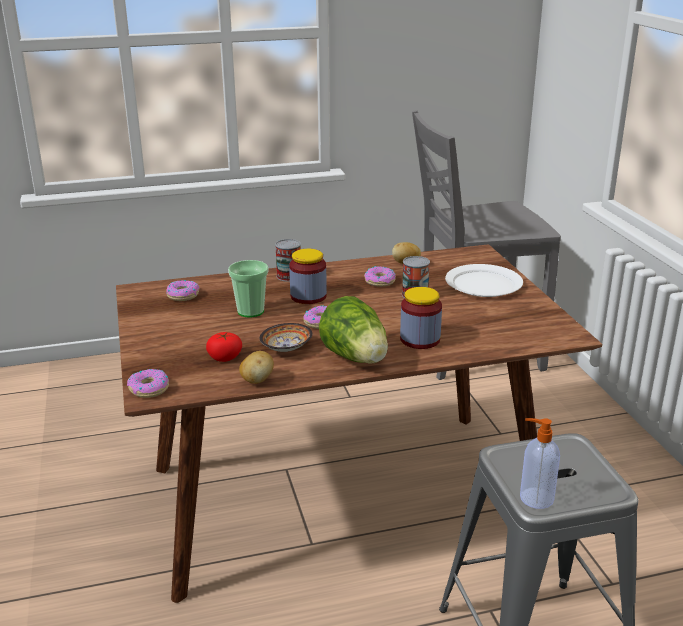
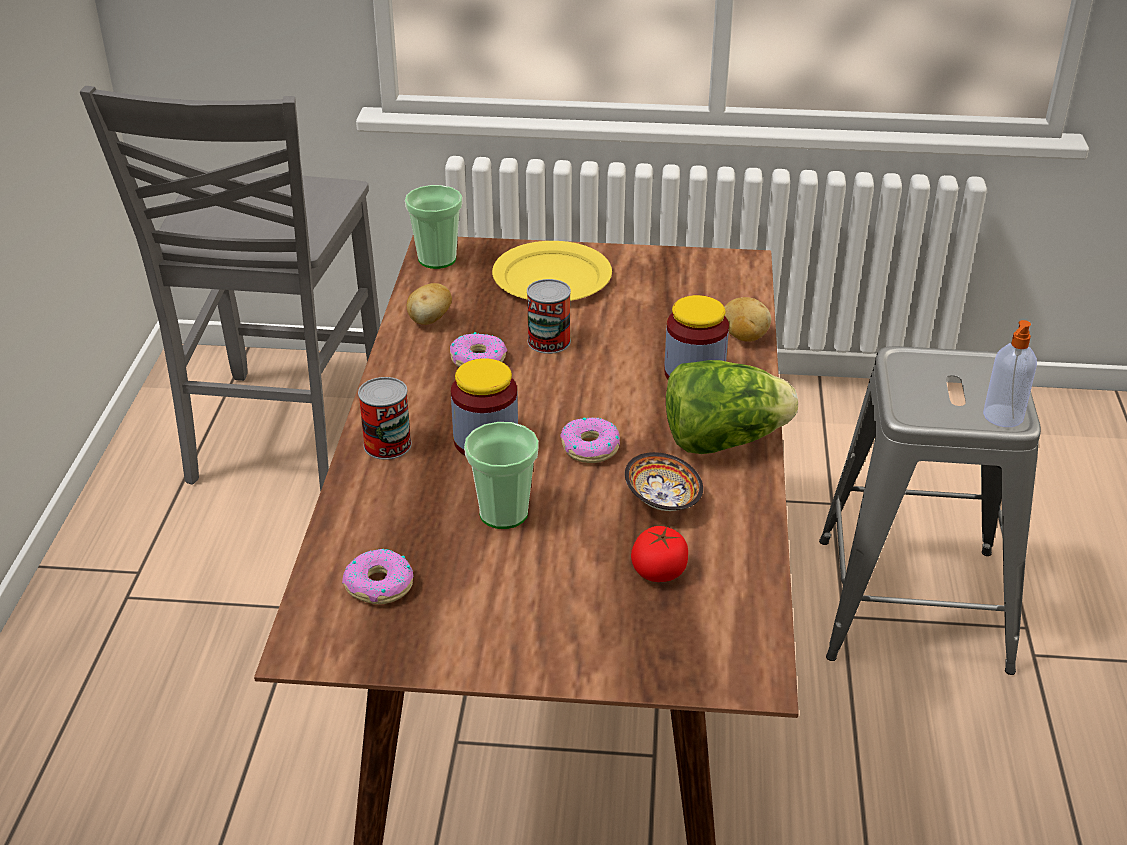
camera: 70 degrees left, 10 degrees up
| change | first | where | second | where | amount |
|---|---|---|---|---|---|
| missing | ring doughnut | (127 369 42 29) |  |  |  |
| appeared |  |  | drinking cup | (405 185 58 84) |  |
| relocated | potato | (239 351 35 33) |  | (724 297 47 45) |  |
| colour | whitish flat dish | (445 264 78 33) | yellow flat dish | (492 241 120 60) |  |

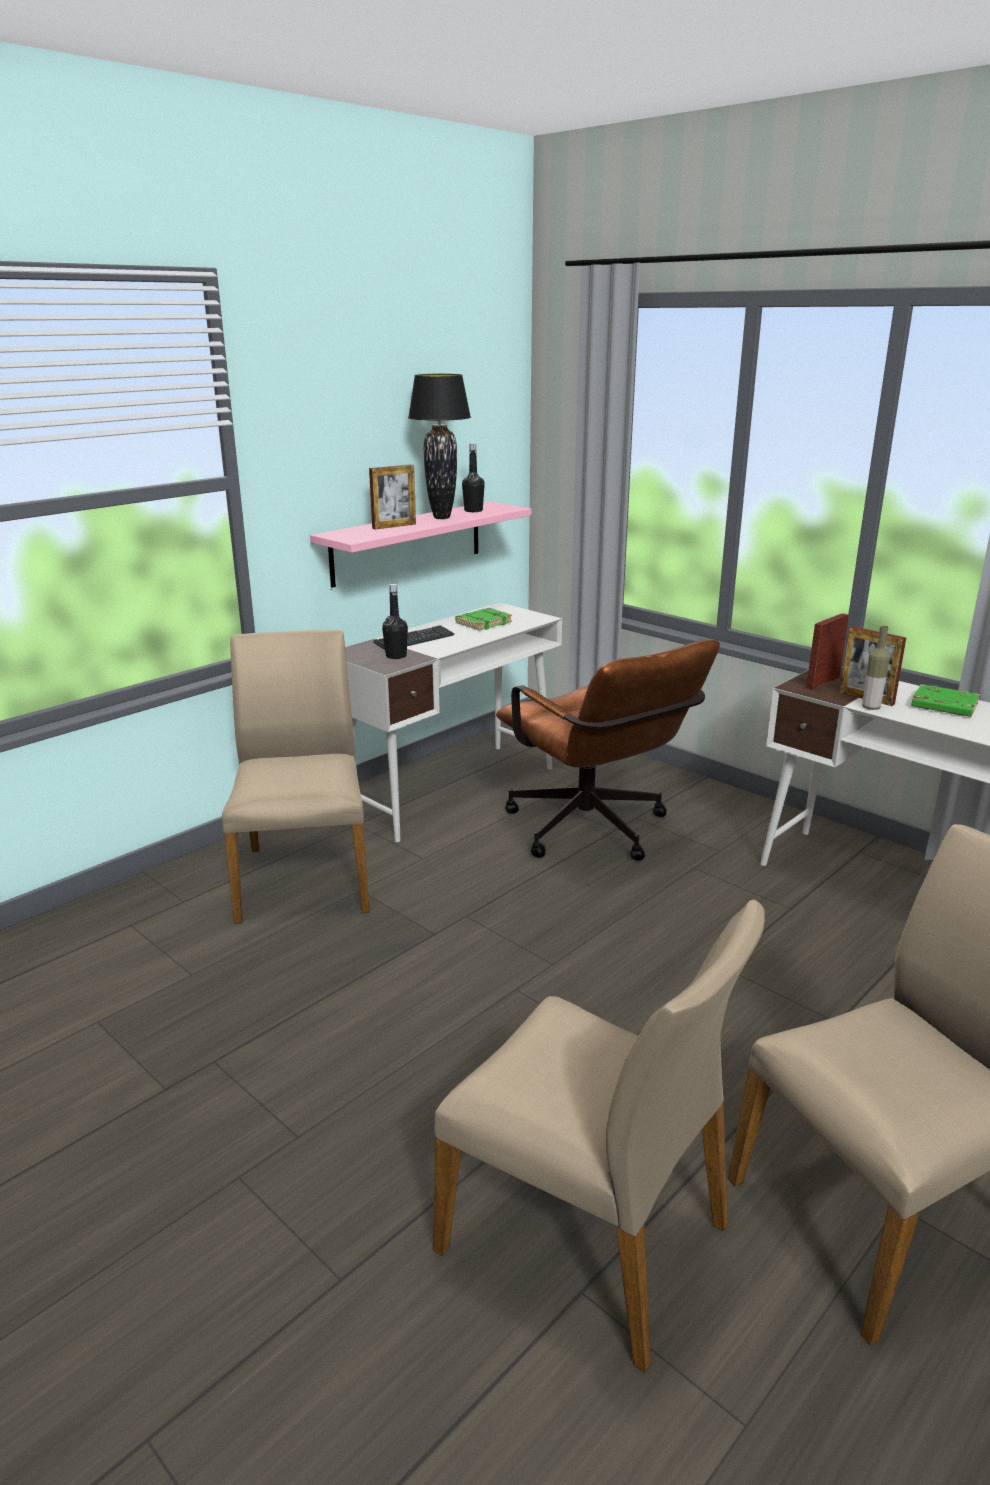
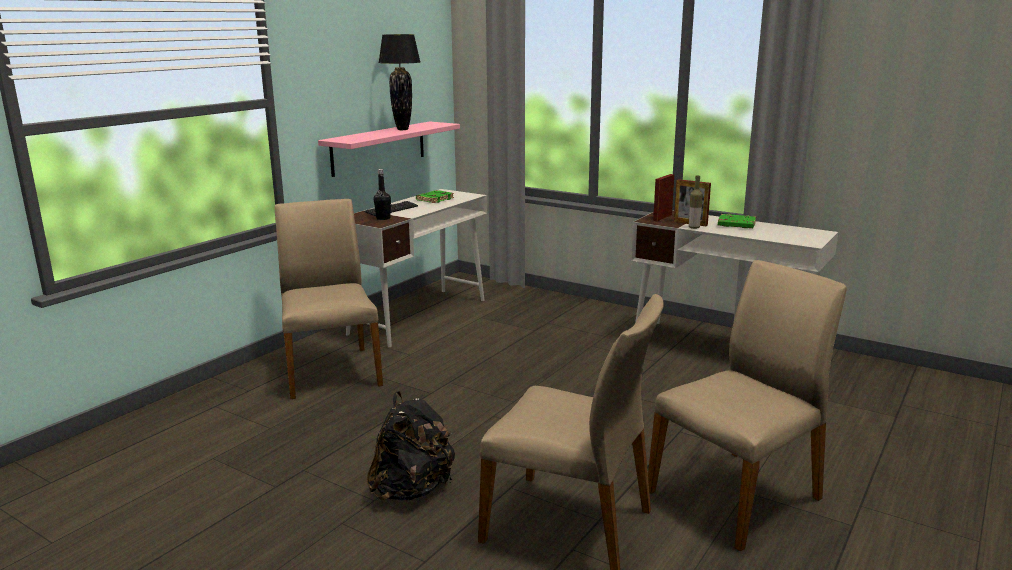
camera: 10 degrees left, 5 degrees down
| change | first | where | second | where | amount |
|---|---|---|---|---|---|
| missing | picture frame | (369 464 47 65) |  |  |  |
| missing | blackish drink bottle | (462 443 23 69) |  |  |  |
| missing | brown-coloured computer chair | (496 640 224 221) |  |  |  |
| appeared |  |  | blackish rucksack | (367 391 88 110) |  |

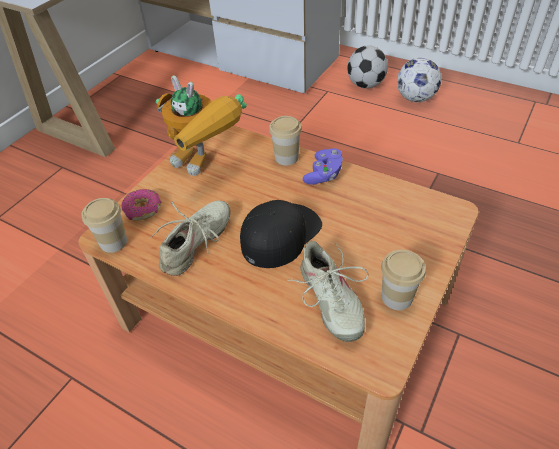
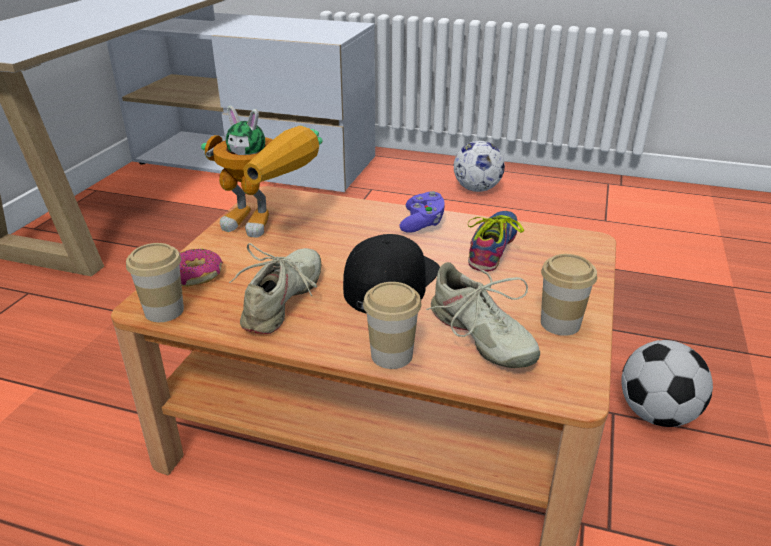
camera: 15 degrees left, 15 degrees down
| change | first | where | second | where | amount |
|---|---|---|---|---|---|
| appeared |  |  | low shoe | (468 211 56 61) |  |
| relocated | drinking cup | (269 116 33 49) |  | (363 282 58 87) |  |
| relocated | football | (347 45 41 43) |  | (621 340 92 87) |  |

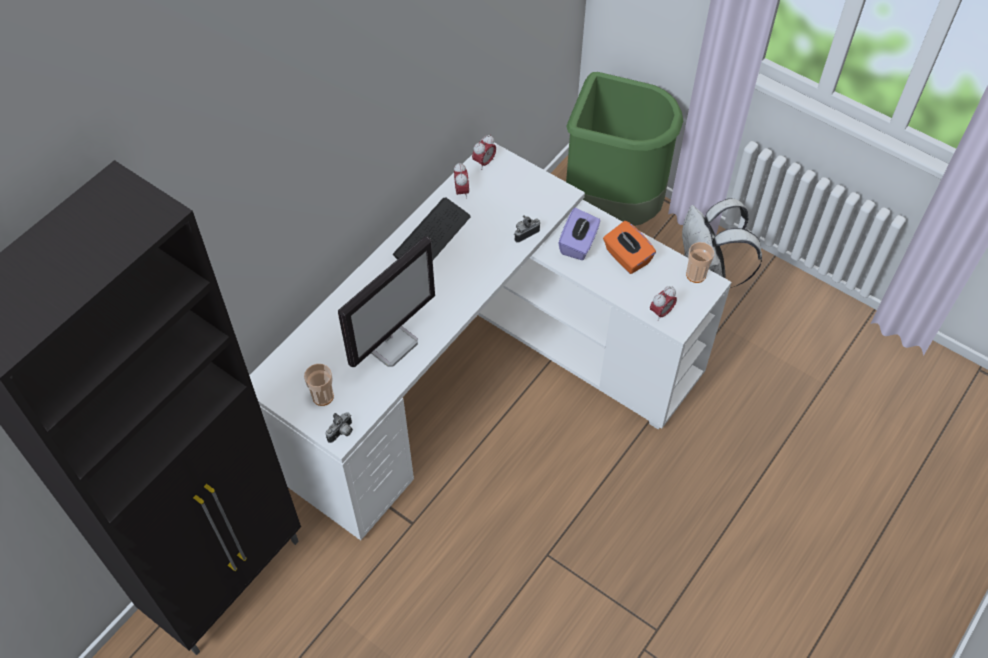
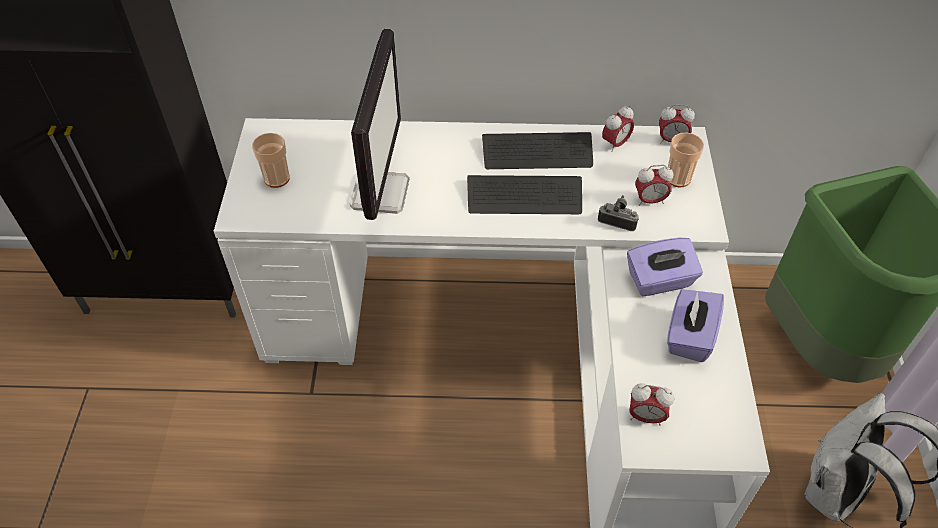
camera: 55 degrees right, 5 degrees down
| change | first | where | second | where | amount |
|---|---|---|---|---|---|
| missing | photo camera | (326 412 27 31) |  |  |  |
| appeared |  |  | keyboard | (467 175 115 39) |  |
| appeared |  |  | alarm clock | (635 165 38 41) |  |
| relocated | drinking cup | (686 242 28 41) |  | (668 132 36 55) |  |
| colour | orangey box of tissues | (603 221 53 53) | purple box of tissues | (667 289 57 73) |  |
| spun | monitor | (338 237 97 130) |  | (350 29 59 191) | 90 degrees counterclockwise |

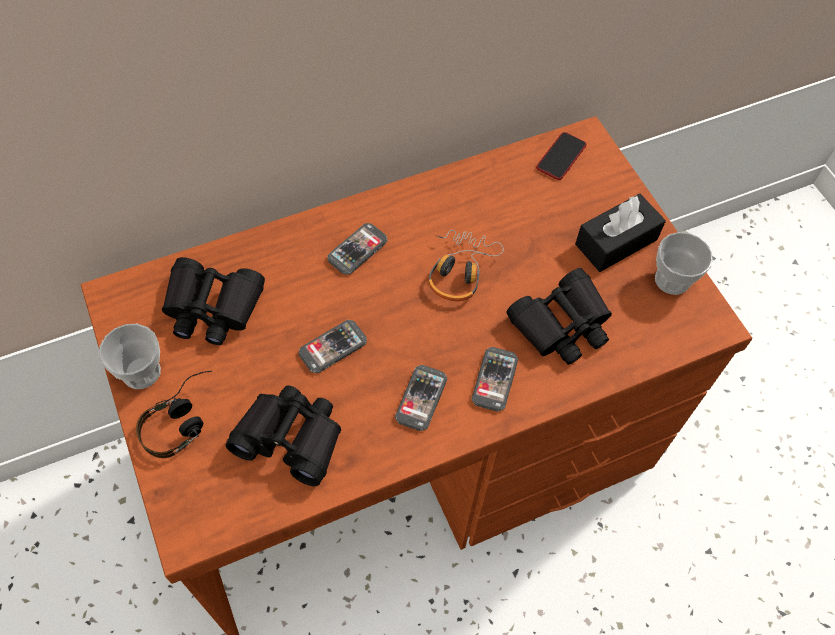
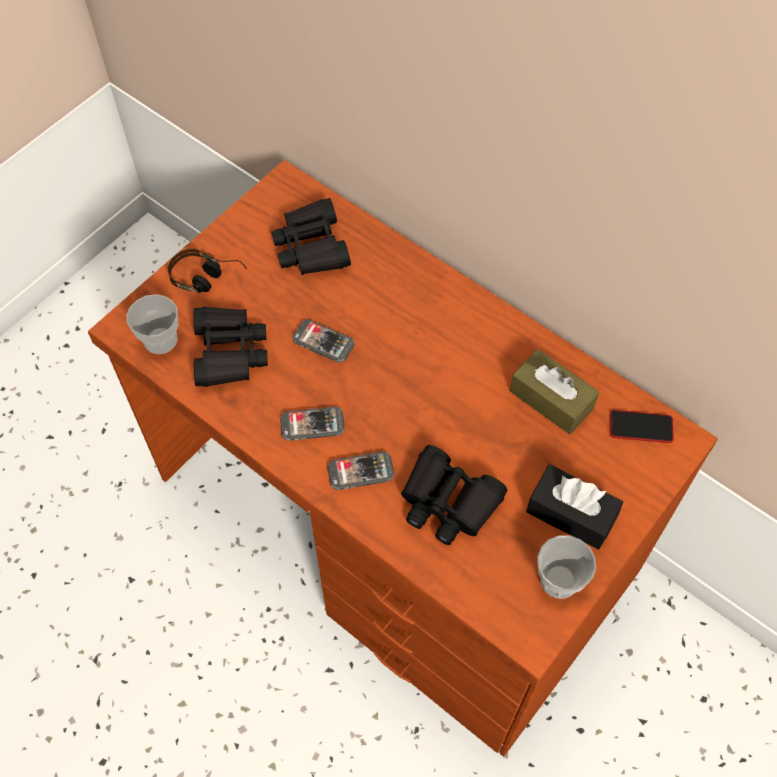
camera: 65 degrees right, 0 degrees up
| change | first | where | second | where | amount |
|---|---|---|---|---|---|
| missing | telephone | (327 223 60 52) |  |  |  |
| missing | headphones | (428 230 76 71) |  |  |  |
| appeared |  |  | brown-coloured box of tissues | (510 349 89 86) |  |
| relocated | drinking cup | (99 324 62 65) |  | (127 294 51 60) |  |

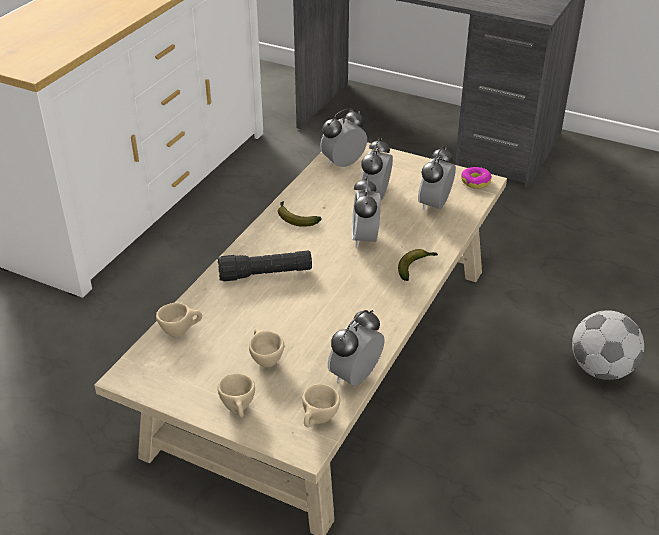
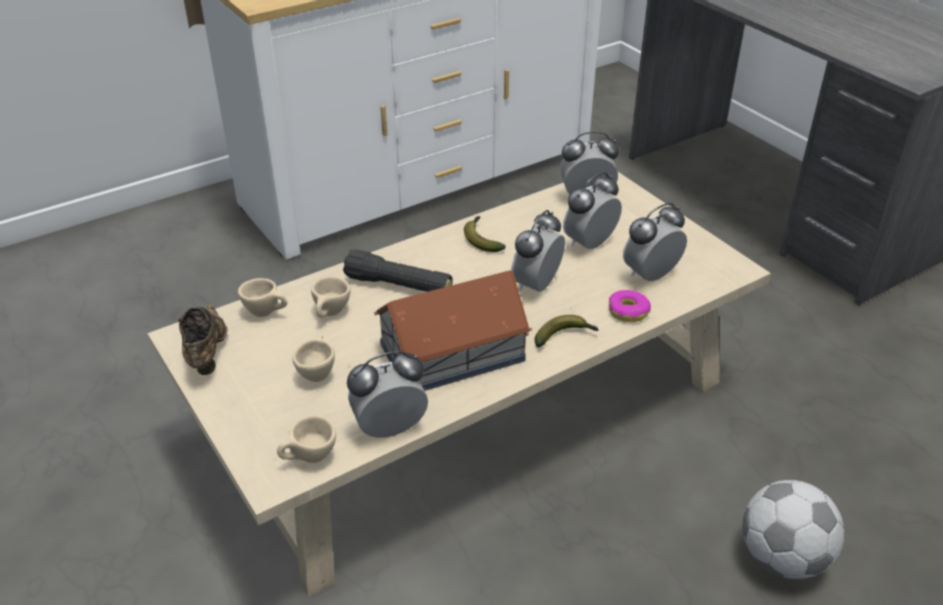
camera: 30 degrees right, 0 degrees up
| change | first | where | second | where | amount |
|---|---|---|---|---|---|
| appeared |  |  | brown-coloured low shoe | (178 303 49 72) |  |
| appeared |  |  | miniature house | (374 270 158 121) |  |
| relocated | sand-coloured drinking cup | (218 373 37 44) |  | (311 276 39 42) |  |
| relocated | ring doughnut | (461 167 31 22) |  | (609 290 42 32) |  |

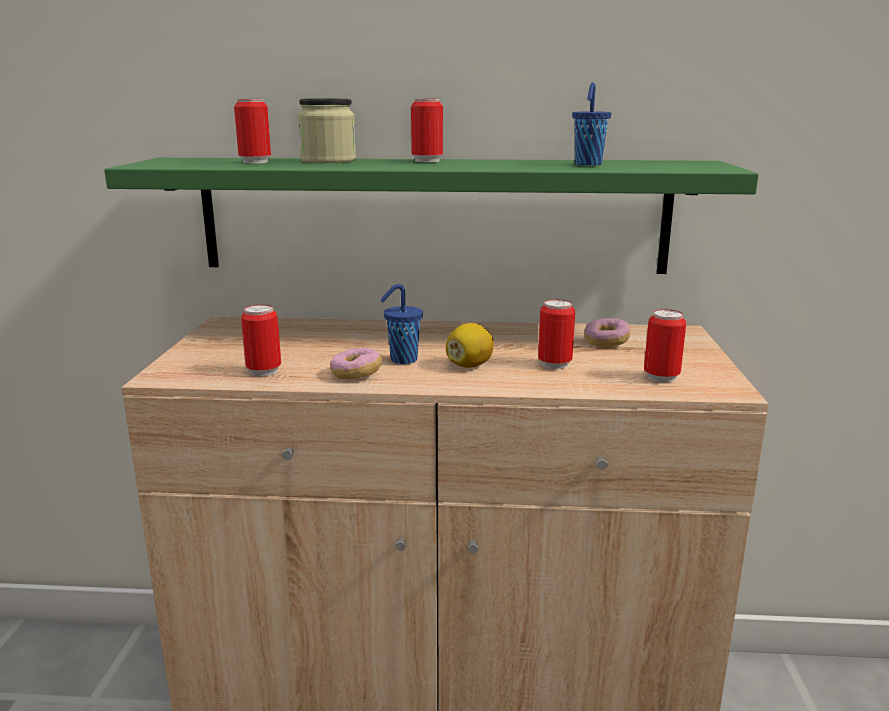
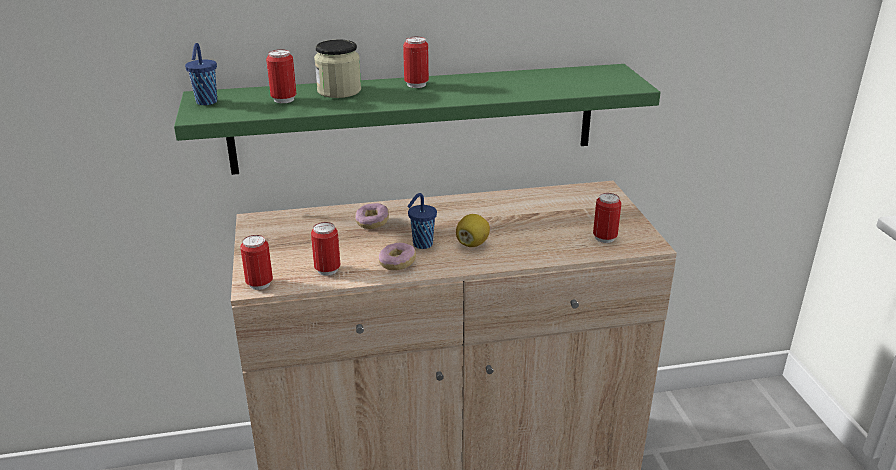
camera: 15 degrees left, 10 degrees up
| change | first | where | second | where | amount |
|---|---|---|---|---|---|
| relocated | metal can | (538 299 37 70) |  | (240 235 33 55) |  |
| relocated | blue drinking cup | (572 82 39 84) |  | (185 43 32 62) |  |
| relocated | ring doughnut | (585 318 45 29) |  | (355 203 34 26) |  |

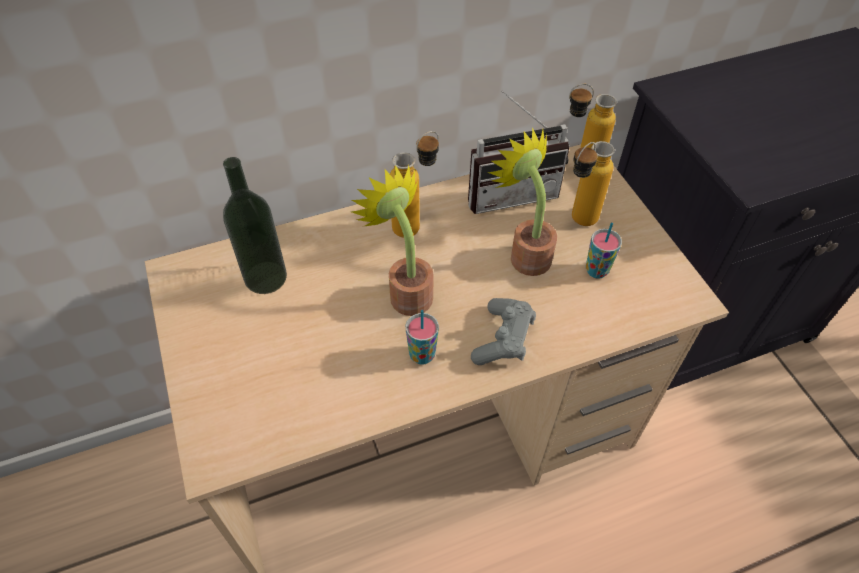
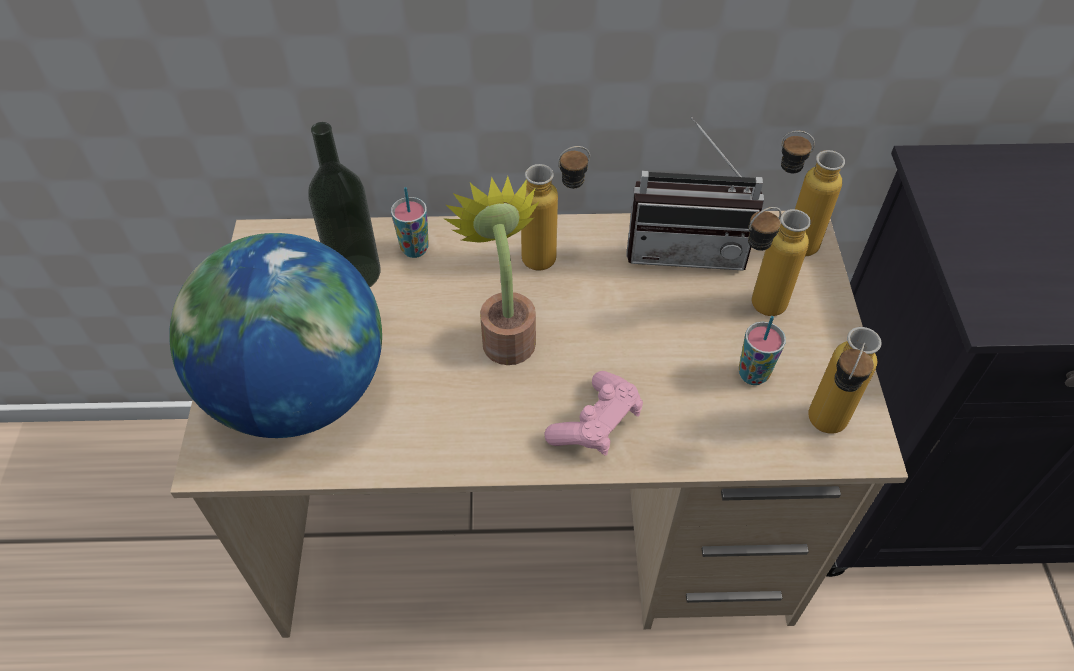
camera: 20 degrees right, 0 degrees up
| change | first | where | second | where | amount |
|---|---|---|---|---|---|
| missing | plant in a pot | (487 127 70 149) |  |  |  |
| appeared |  |  | globe | (169 233 213 205) |  |
| appeared |  |  | drink bottle | (808 327 74 107) |  |
| relocated | drinking cup | (406 310 33 55) |  | (391 187 38 71) |  |
| colour | grey joypad | (471 298 65 67) | pinkish joypad | (545 371 98 84) |  |

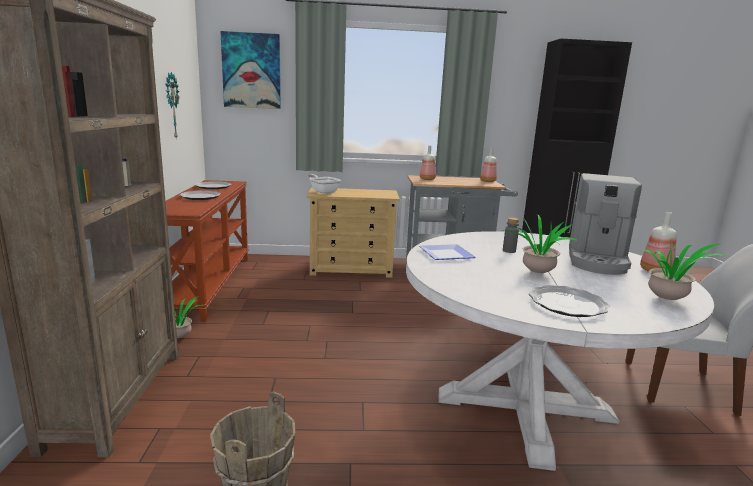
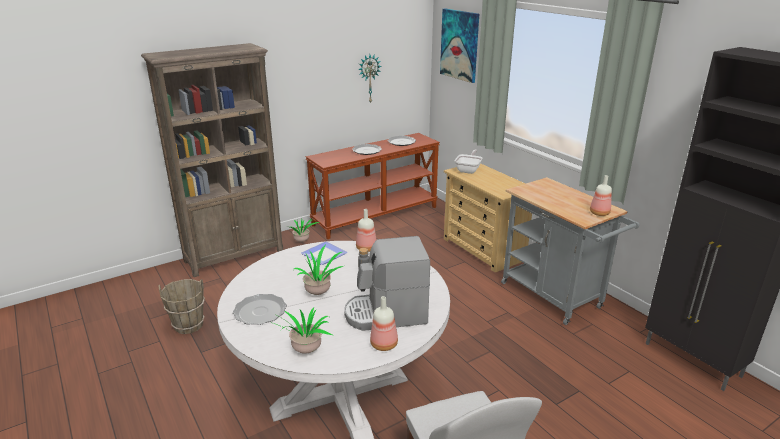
camera: 60 degrees right, 10 degrees up
| change | first | where | second | where | amount |
|---|---|---|---|---|---|
| relocated | drink bottle | (420 146 16 34) |  | (356 209 21 43) |  |

